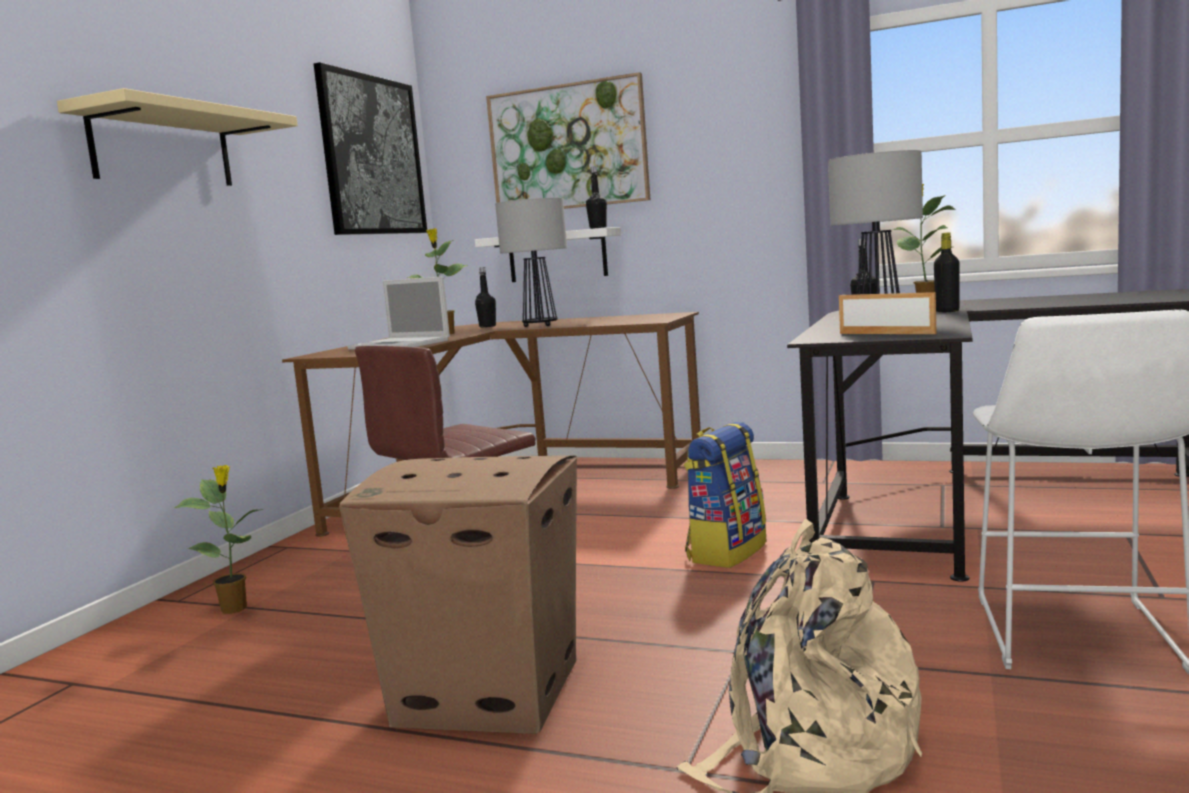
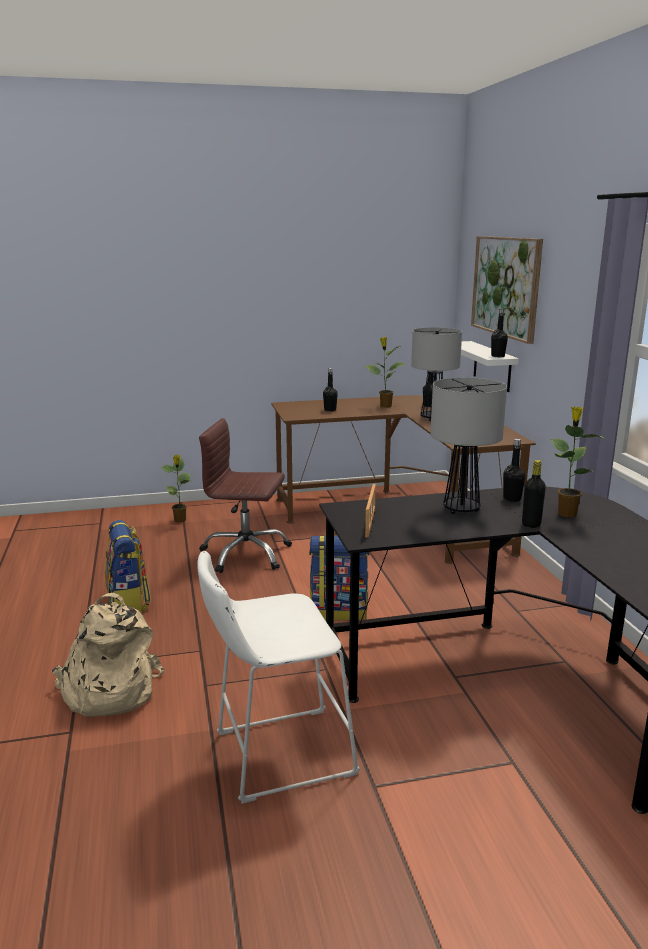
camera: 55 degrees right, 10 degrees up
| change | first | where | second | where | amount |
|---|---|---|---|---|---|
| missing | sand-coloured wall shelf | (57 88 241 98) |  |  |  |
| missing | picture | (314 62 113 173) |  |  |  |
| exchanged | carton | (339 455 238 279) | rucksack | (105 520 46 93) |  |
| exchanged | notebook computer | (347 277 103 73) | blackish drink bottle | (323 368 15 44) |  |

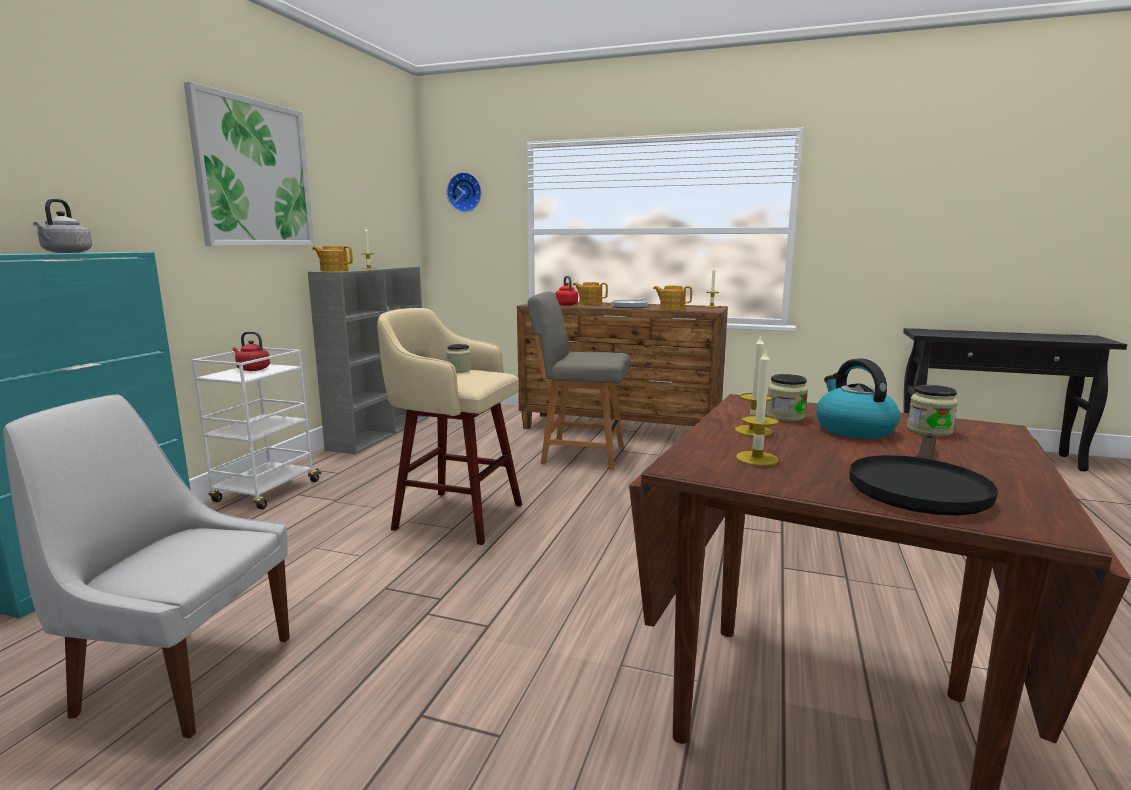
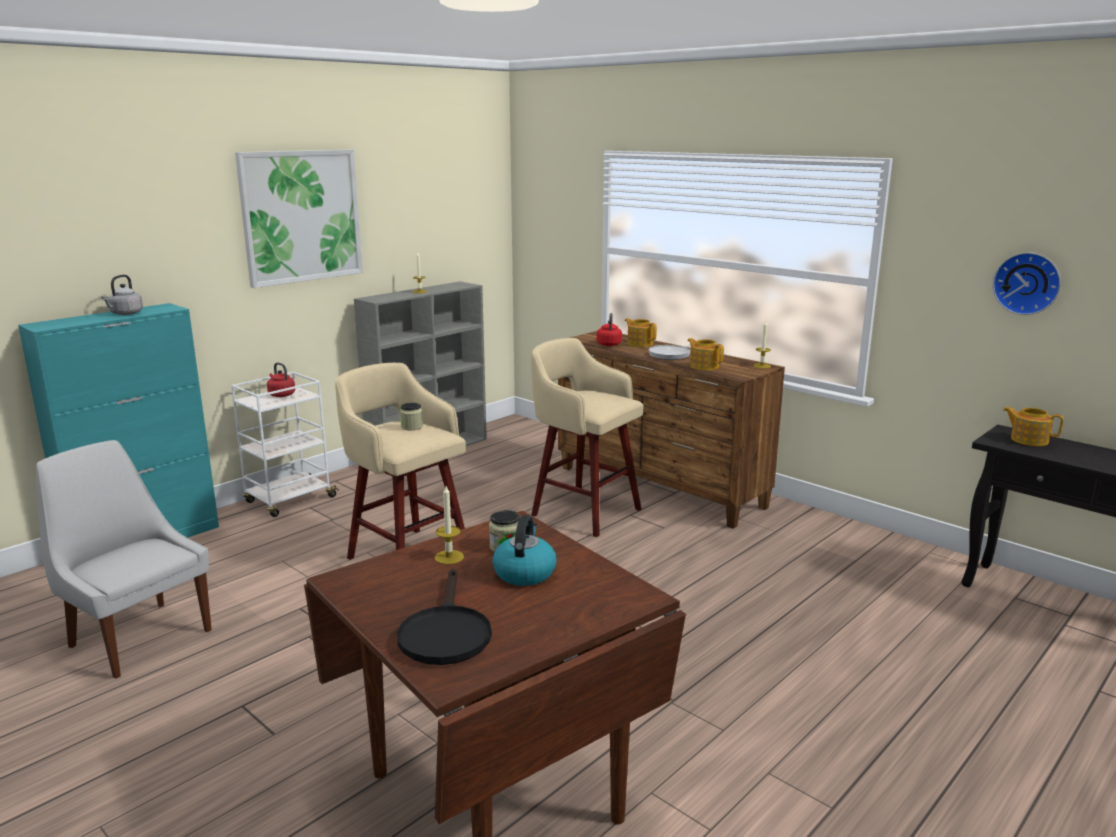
camera: 25 degrees right, 5 degrees up
| change | first | where | second | where | amount |
|---|---|---|---|---|---|
| missing | candle | (736 348 43 118) |  |  |  |
| missing | jar | (907 385 51 51) |  |  |  |
| relocated | pot for tea | (312 246 41 25) |  | (1003 407 61 39) |  |
| relocated | wall clock | (447 172 34 40) |  | (993 252 68 63) |  |
| exchanged | grey plain chair | (528 292 102 178) | sand-coloured stool | (531 338 113 199) |  |
| spun | blackish skillet | (849 433 149 82) |  | (397 569 95 96) | 60 degrees counterclockwise |

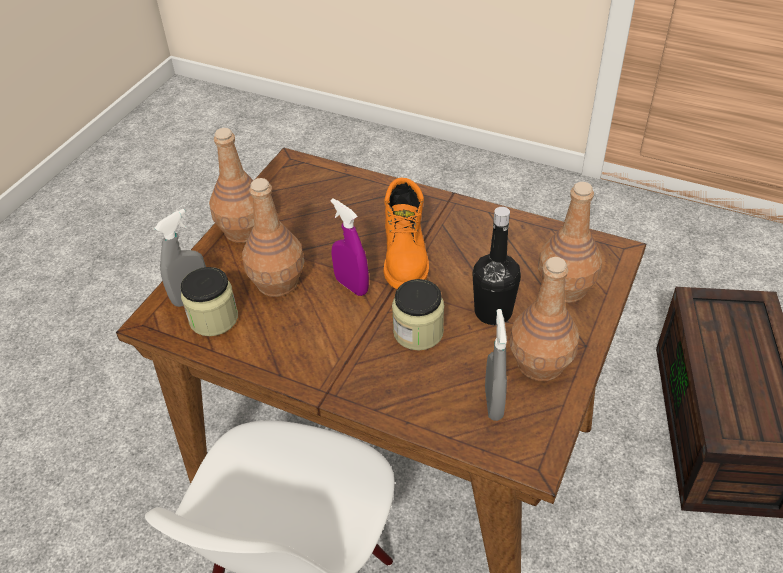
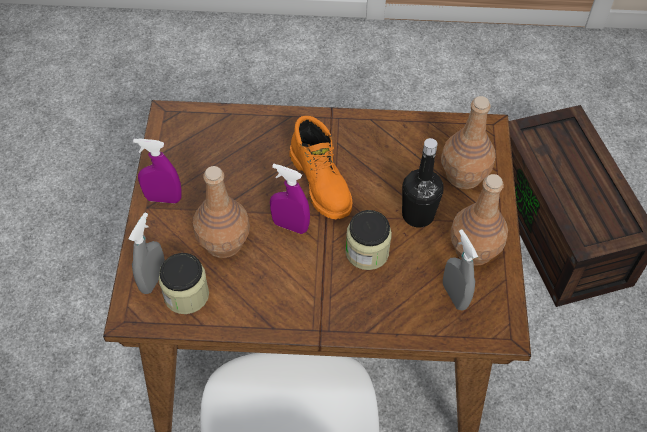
camera: 25 degrees left, 10 degrees up
| change | first | where | second | where | amount |
|---|---|---|---|---|---|
| exchanged | brown-coloured drink bottle | (209 128 45 115) | purple hand sprayer | (133 138 49 66) |  |

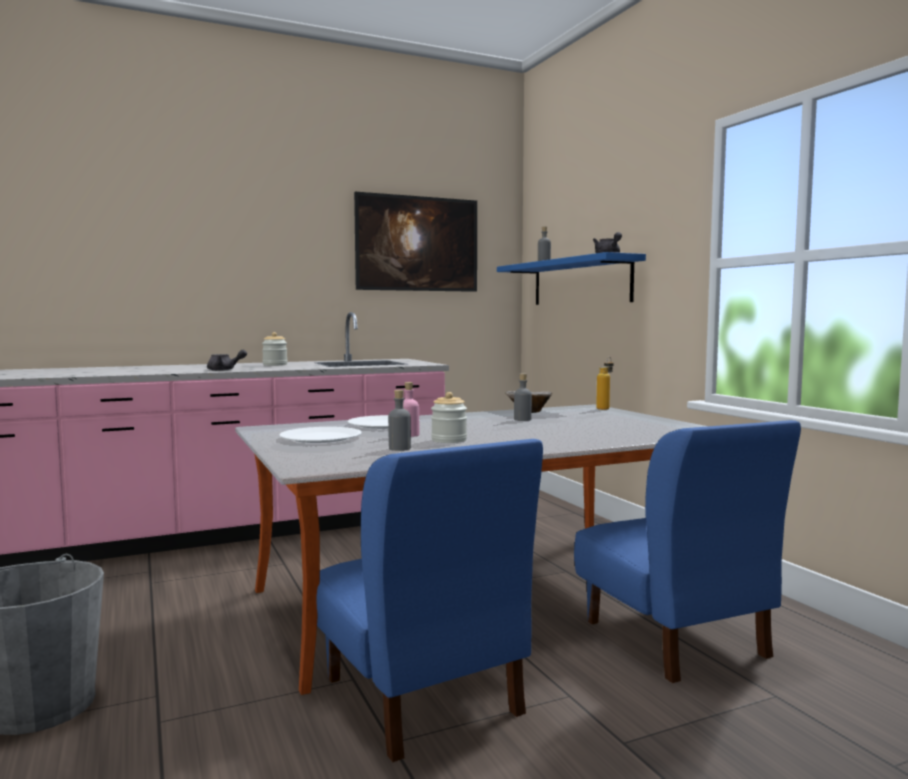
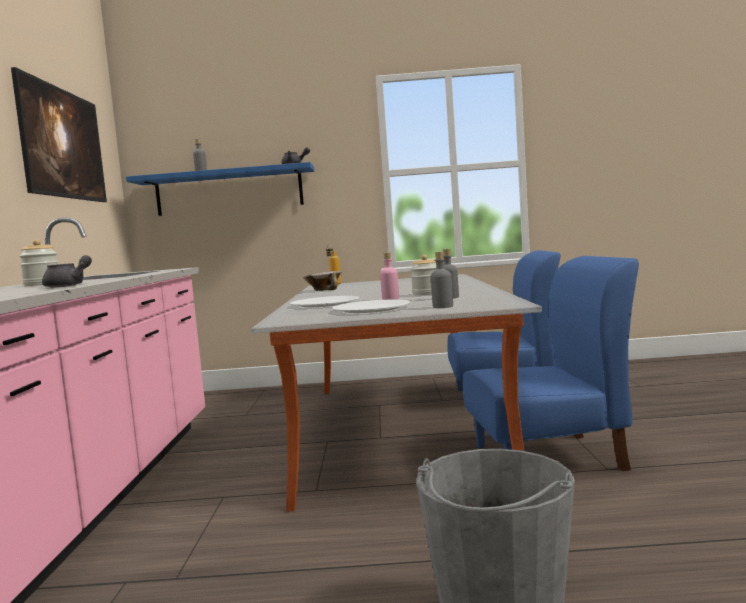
camera: 65 degrees left, 0 degrees up
| change | first | where | second | where | amount |
|---|---|---|---|---|---|
| relocated | grey drink bottle | (514 374 18 47) |  | (431 252 22 56) |  |

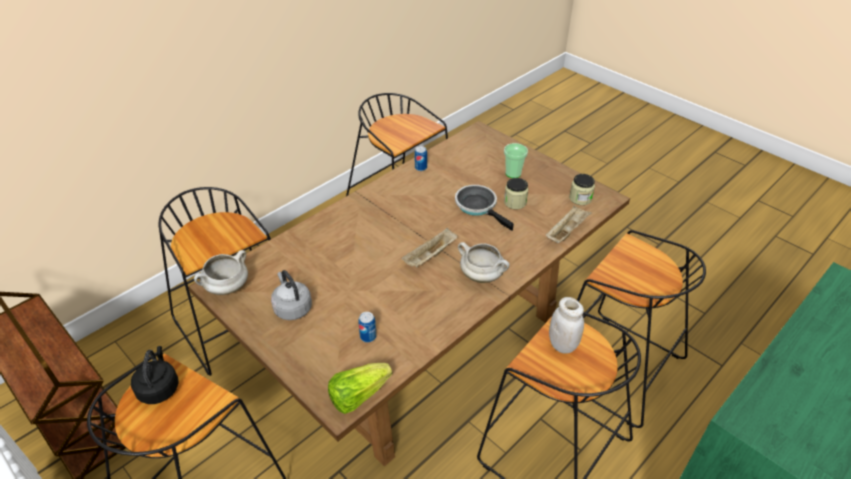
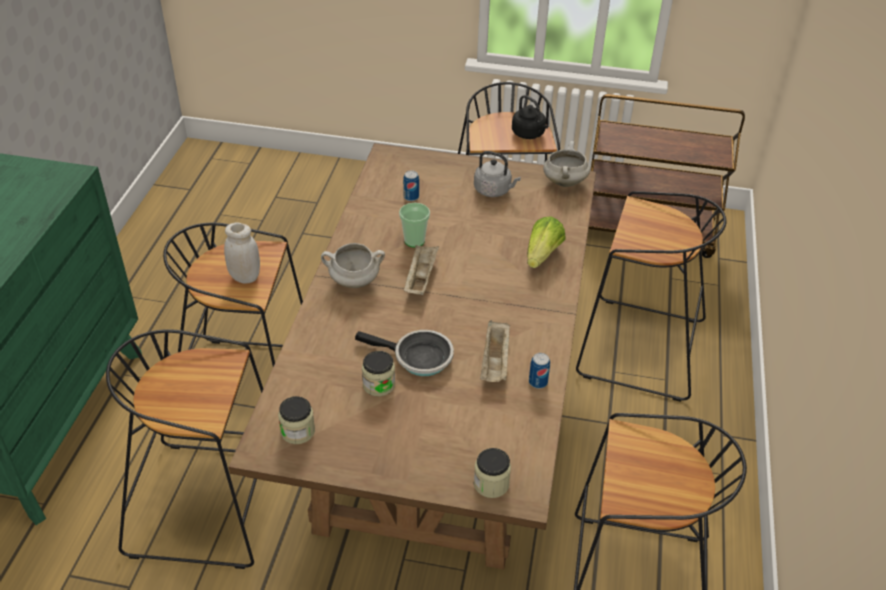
camera: 145 degrees right, 0 degrees up
| change | first | where | second | where | amount |
|---|---|---|---|---|---|
| appeared |  |  | jar | (474 448 37 50) |  |
| relocated | lettuce | (328 363 64 51) |  | (527 216 39 52) |  |
| relocated | drinking cup | (504 143 24 35) |  | (399 203 31 45) |  |
| relocated | sand-coloured serving tray | (545 205 47 38) |  | (480 320 30 62) |  |

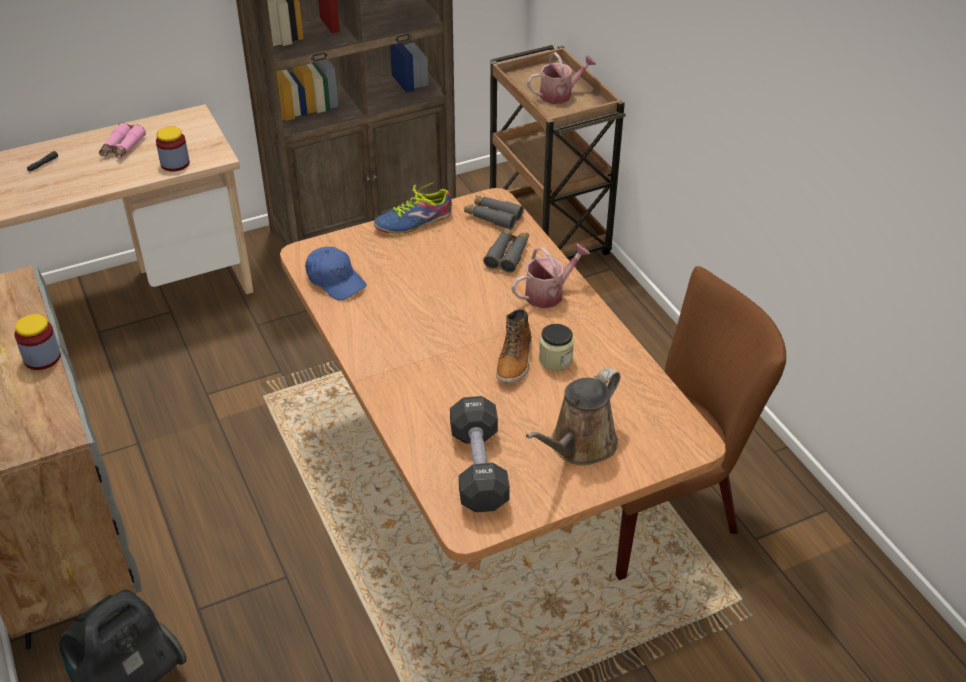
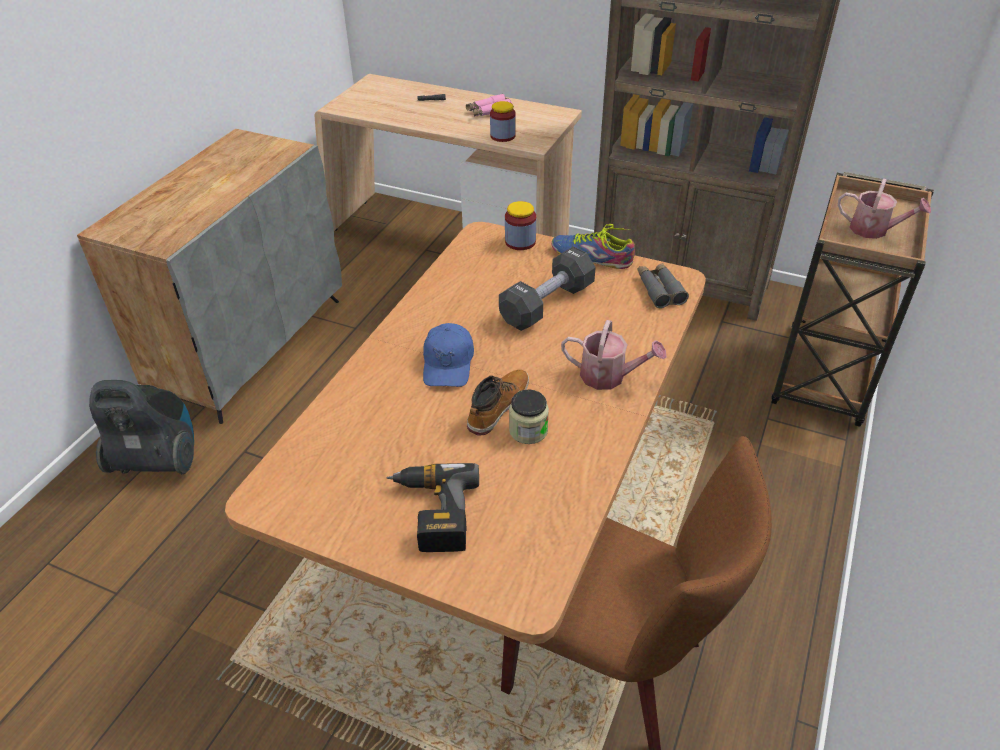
camera: 50 degrees right, 0 degrees up
| change | first | where | second | where | amount |
|---|---|---|---|---|---|
| missing | grey field glasses | (483 228 46 44) |  |  |  |
| relocated | jar | (14 314 47 56) |  | (505 201 31 49) |  |
| relocated | blue cap | (305 247 62 53) |  | (423 323 51 64) |  |
| relocated | blackish dumbbell | (450 396 60 116) |  | (499 246 97 85) |  |
| exchanged | brown-coloured sprinkling can | (526 367 94 99) | electric drill | (387 463 92 89) |  |
| spun | high-top boot | (496 309 36 74) |  | (467 370 62 65) | 150 degrees clockwise |

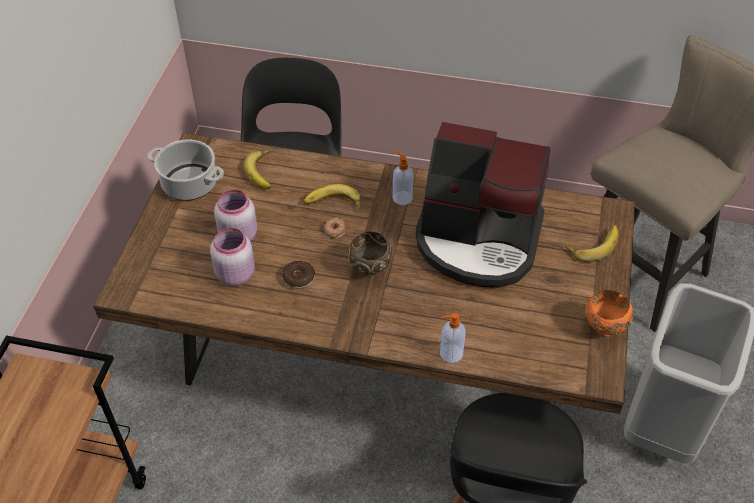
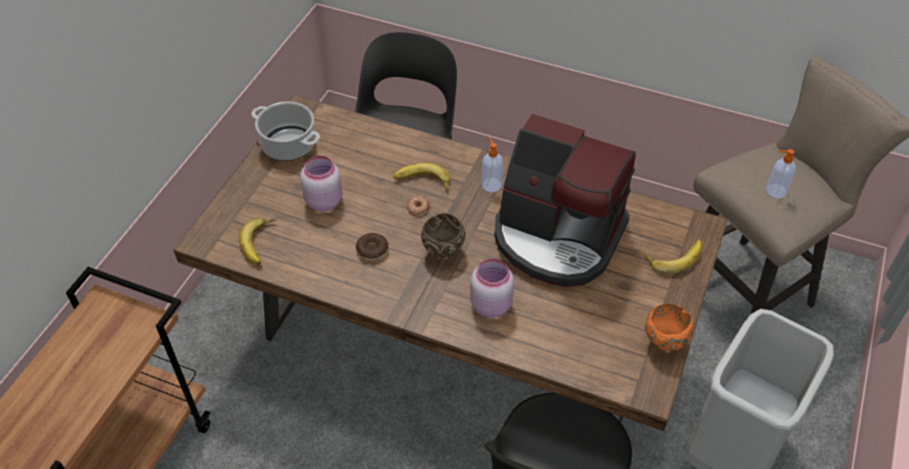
camera: 10 degrees right, 0 degrees up
| change | first | where | second | where | amount |
|---|---|---|---|---|---|
| relocated | pinkish jar | (210 228 45 58) |  | (470 259 44 59) |  |
| relocated | banana | (243 150 30 40) |  | (239 218 37 47) |  |
| relocated | soap bottle | (440 313 26 50) |  | (766 149 30 49) |  |

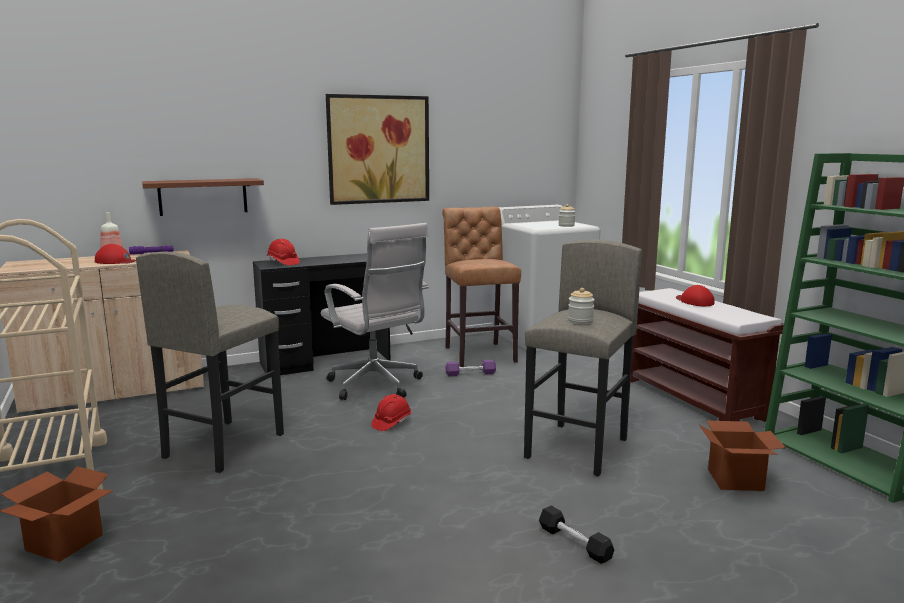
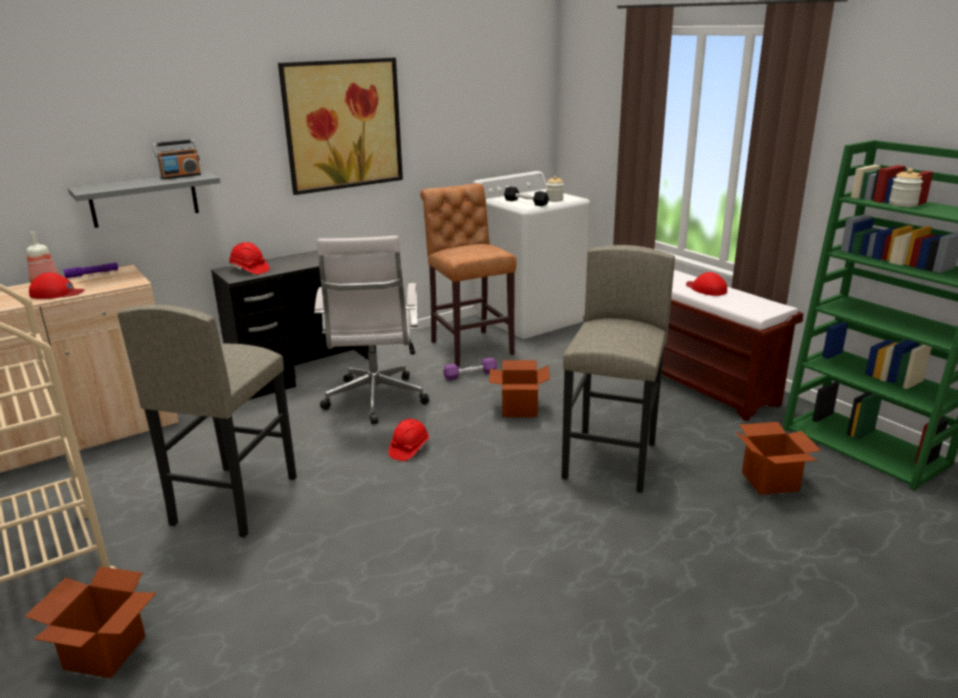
camera: 10 degrees left, 10 degrees up
| change | first | where | second | where | amount |
|---|---|---|---|---|---|
| appeared |  |  | radio receiver | (153 139 48 40) |  |
| appeared |  |  | carton | (489 360 61 57) |  |
| relocated | blackish dumbbell | (539 506 75 58) |  | (504 186 45 20) |  |
| relocated | jar | (568 288 27 36) |  | (889 168 34 39) |  |
| colour | brown-coloured wall shelf | (142 178 122 38) | grey wall shelf | (68 172 153 56) |  |
| spun | whitish computer chair | (321 223 108 177) |  | (314 236 115 189) | 45 degrees clockwise |

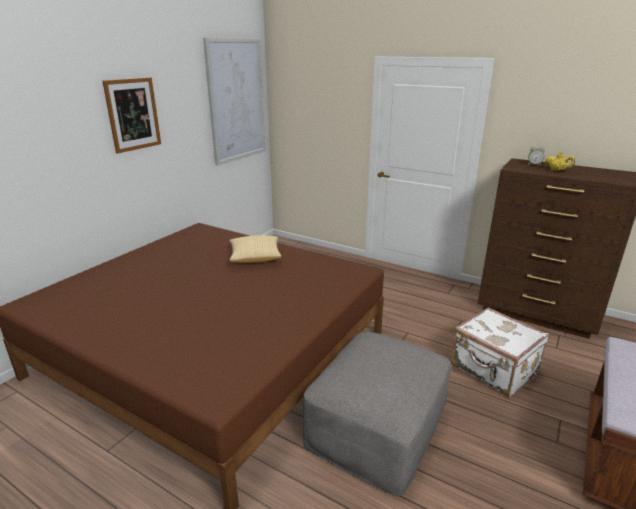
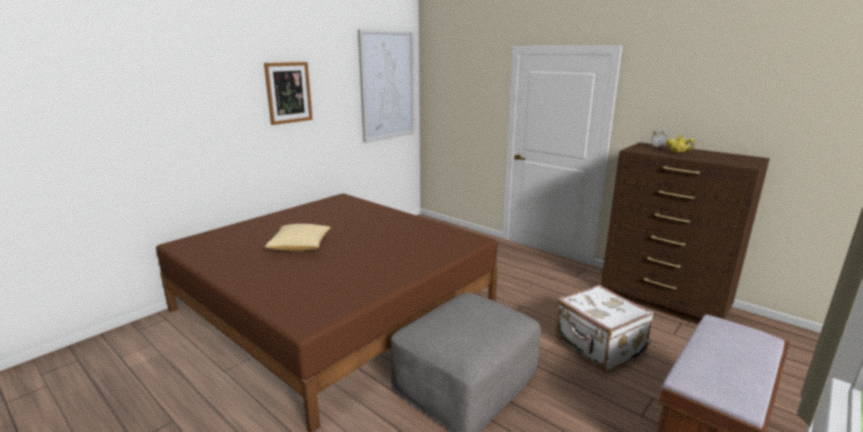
camera: 10 degrees right, 5 degrees down
| change | first | where | second | where | amount |
|---|---|---|---|---|---|
| relocated | throw pillow | (229 235 53 28) |  | (265 224 66 27) |  |

